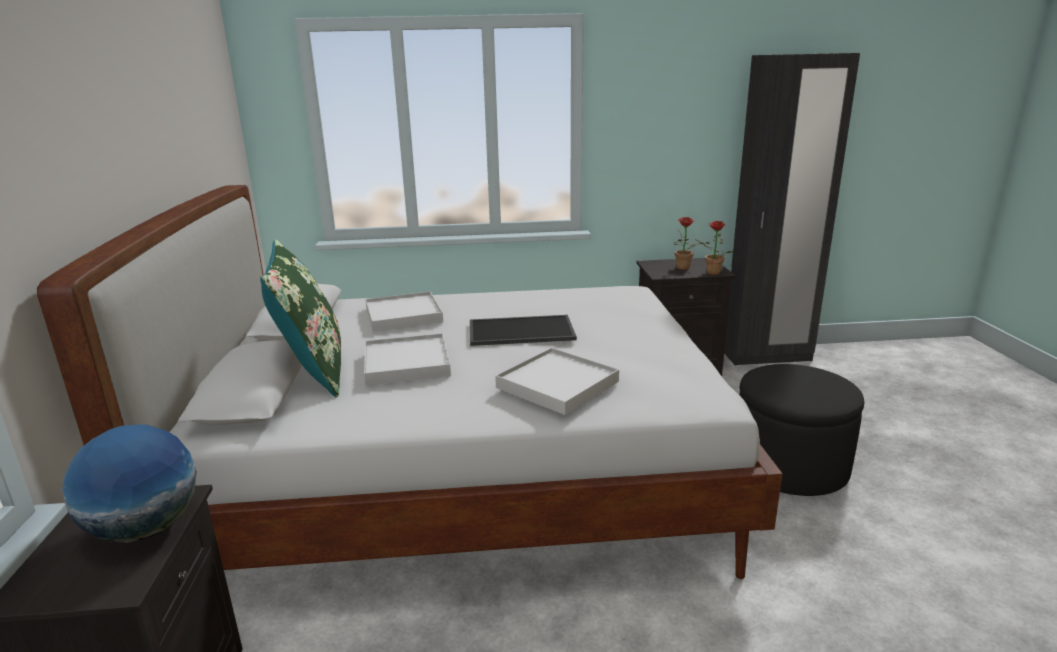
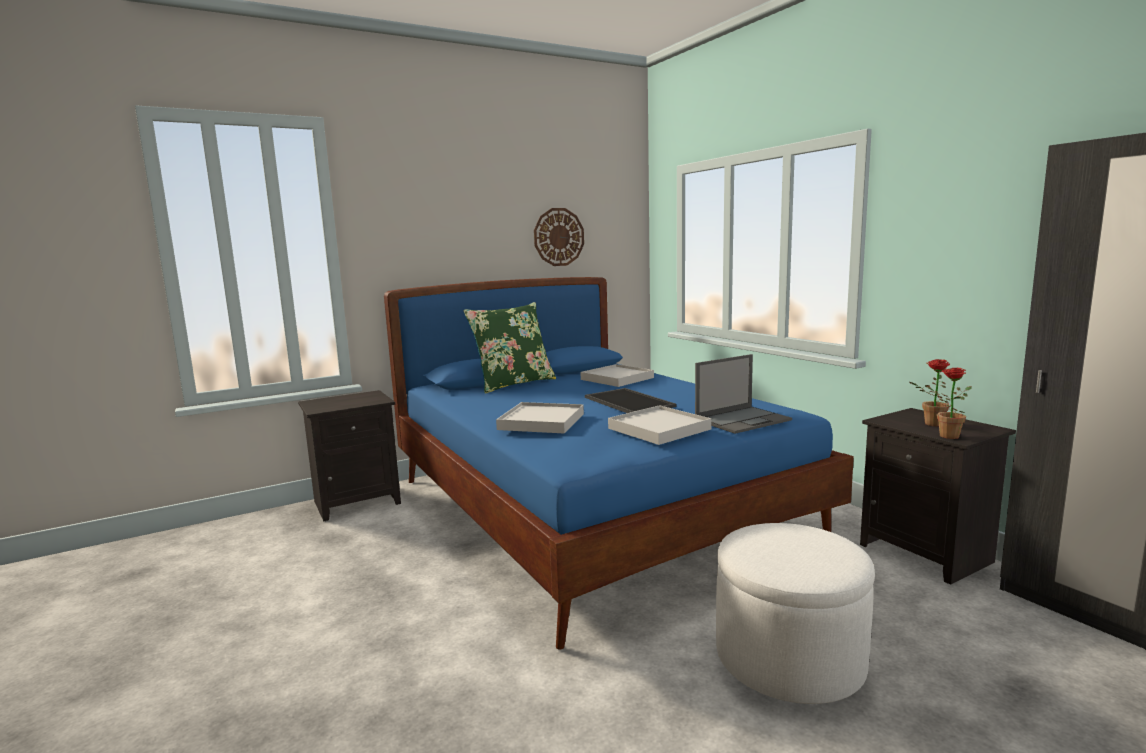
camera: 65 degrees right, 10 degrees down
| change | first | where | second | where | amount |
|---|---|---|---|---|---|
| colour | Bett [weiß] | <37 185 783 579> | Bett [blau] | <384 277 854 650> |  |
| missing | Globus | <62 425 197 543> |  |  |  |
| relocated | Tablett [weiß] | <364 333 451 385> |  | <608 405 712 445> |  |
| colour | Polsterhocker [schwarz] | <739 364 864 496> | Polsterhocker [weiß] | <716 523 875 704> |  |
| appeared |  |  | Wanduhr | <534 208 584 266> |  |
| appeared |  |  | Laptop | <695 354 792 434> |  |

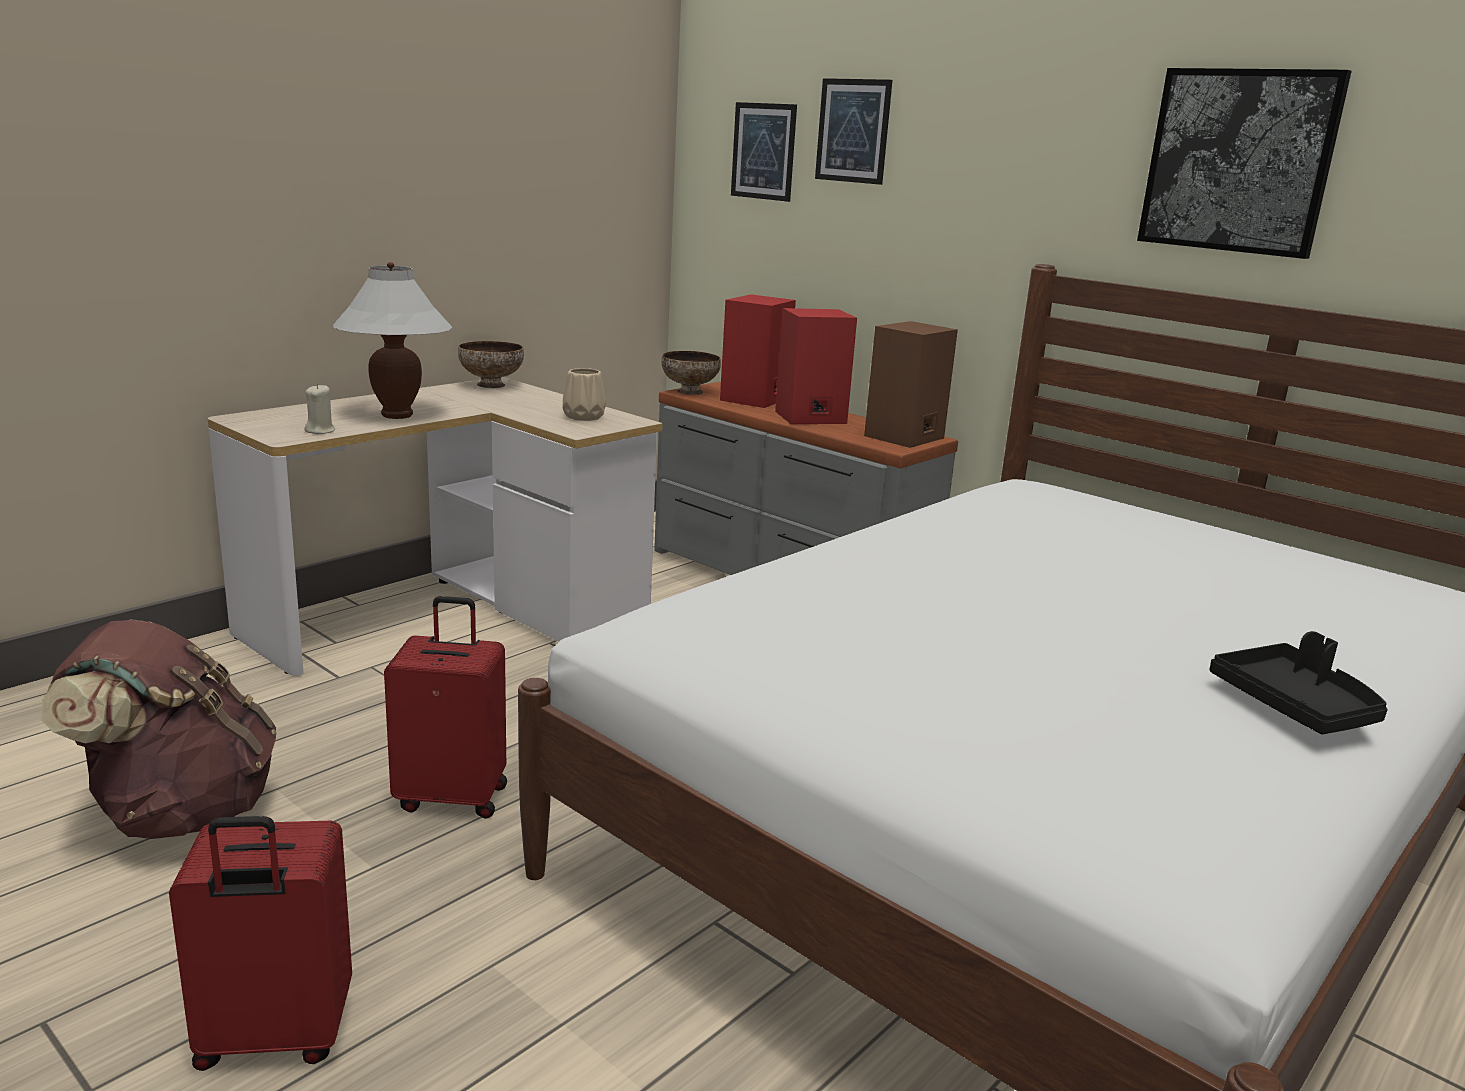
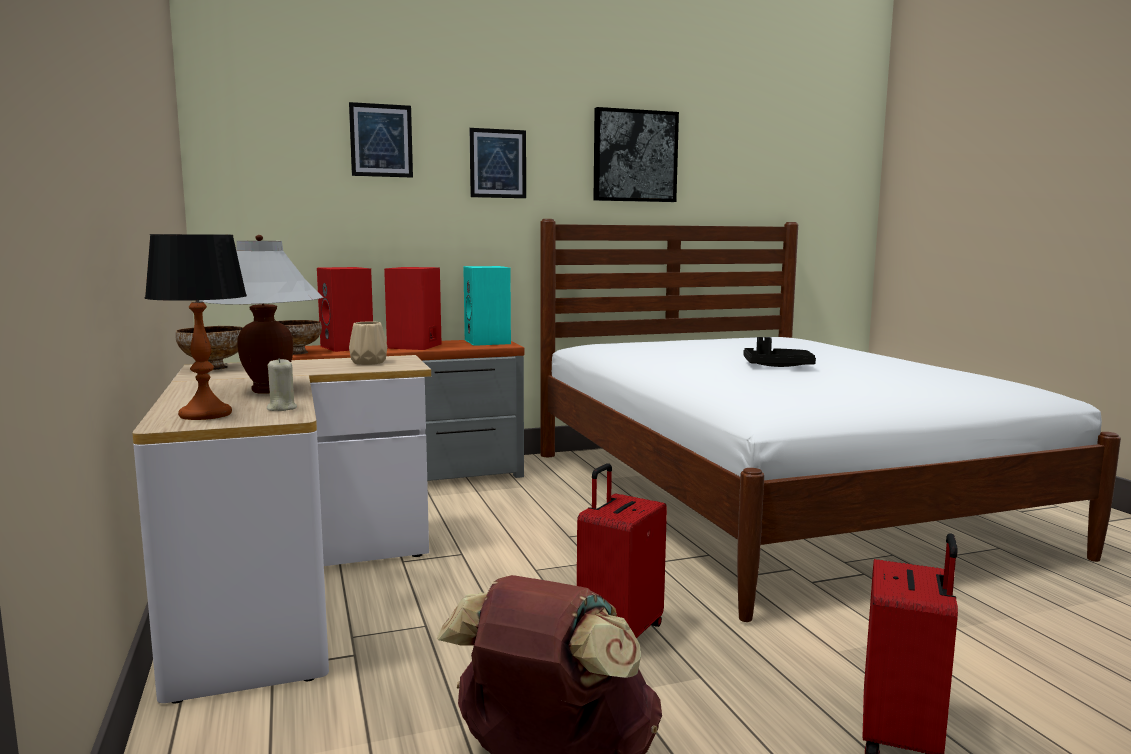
camera: 60 degrees left, 10 degrees down
| change | first | where | second | where | amount |
|---|---|---|---|---|---|
| relocated | Bild | <731 102 797 202> |  | <470 128 526 198> |  |
| colour | Lautsprecher [braun] | <864 321 958 448> | Lautsprecher [türkis] | <463 266 511 346> |  |
| relocated | Tablett [schwarz] | <1210 631 1388 734> |  | <744 337 816 367> |  |
| appeared |  |  | Tischlampe | <145 234 247 420> |  |

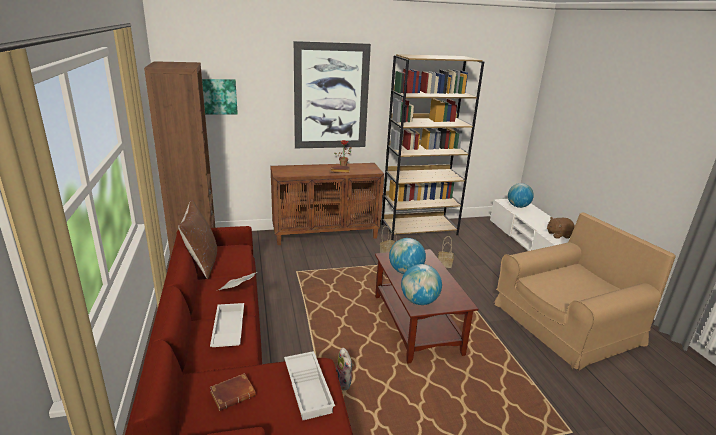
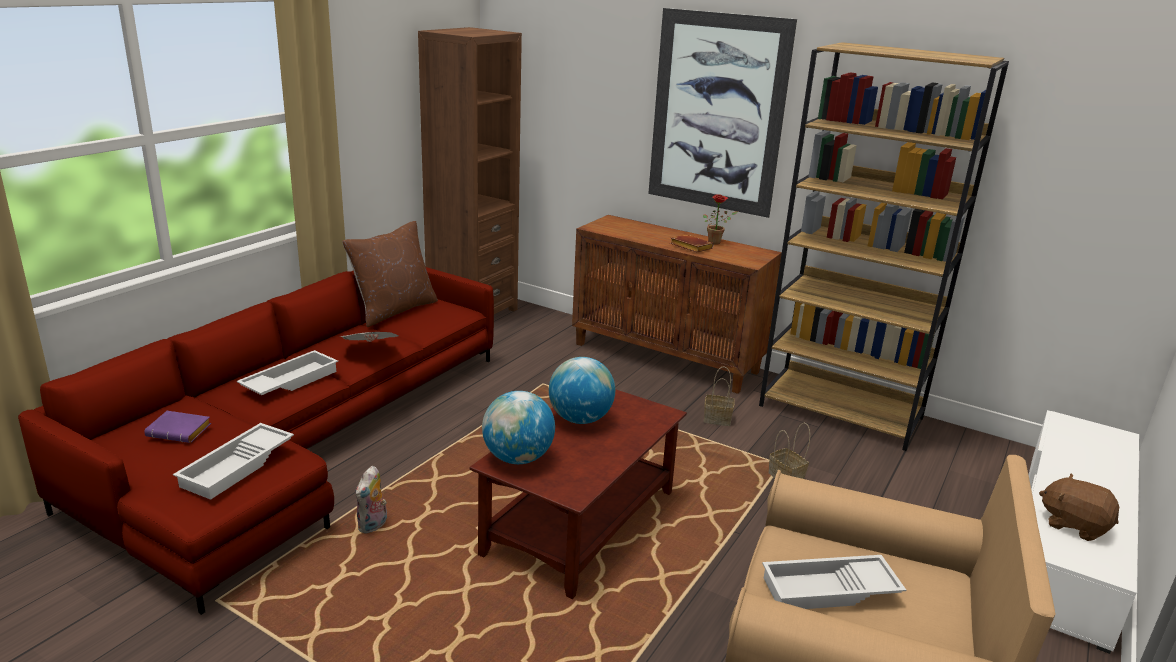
camera: 45 degrees right, 0 degrees up
| change | first | where | second | where | amount |
|---|---|---|---|---|---|
| missing | Bild | <202 79 238 115> |  |  |  |
| colour | Buch [braun] | <210 373 256 411> | Buch [lila] | <144 411 211 443> |  |
| missing | Globus | <508 183 534 208> |  |  |  |
| appeared |  |  | Tablett [weiß] | <762 555 906 609> |  |

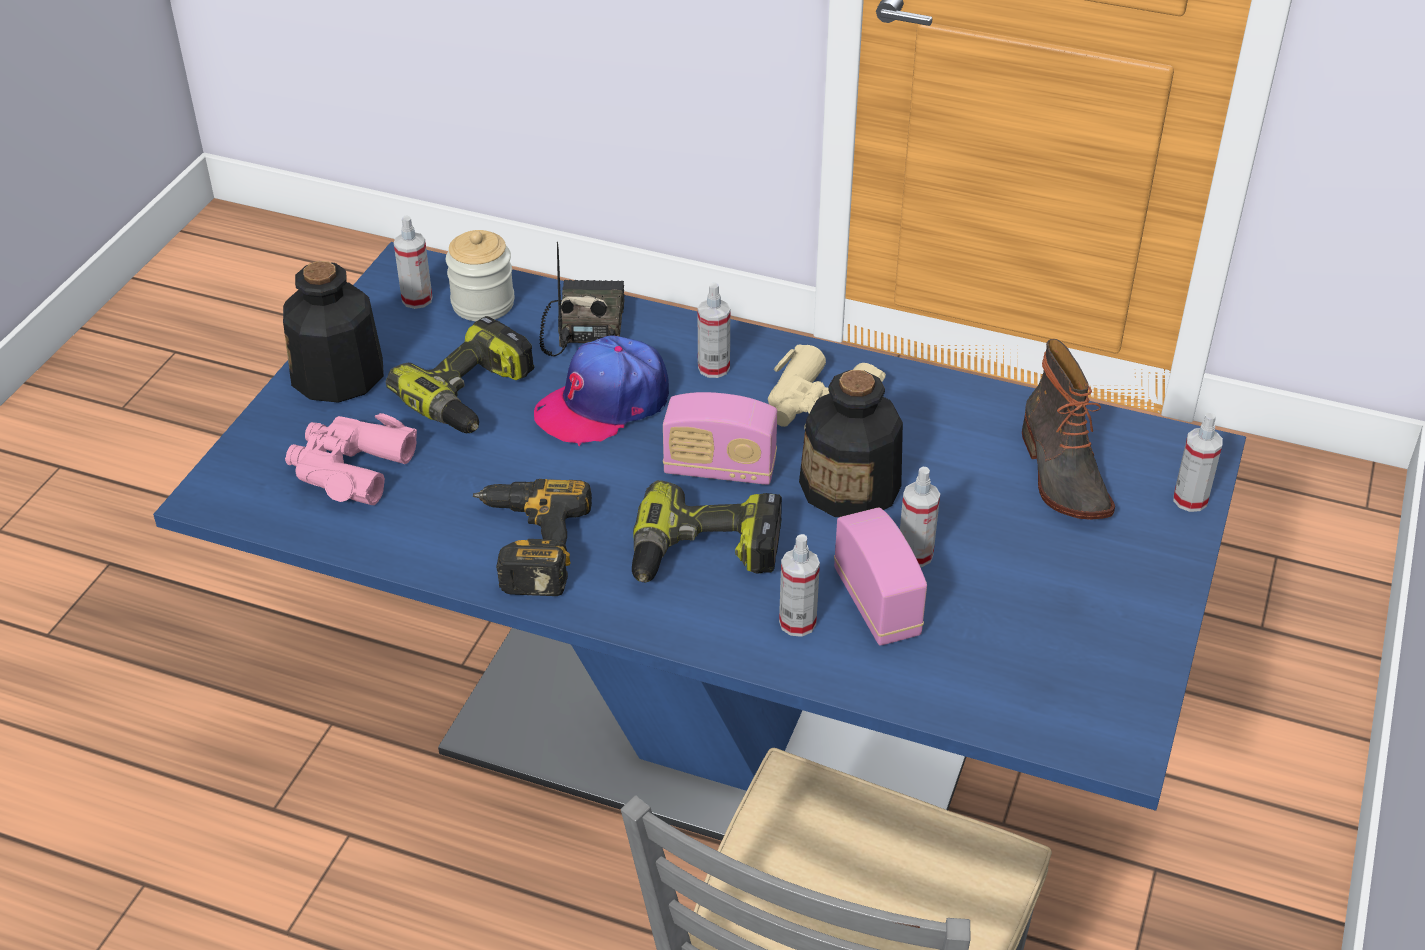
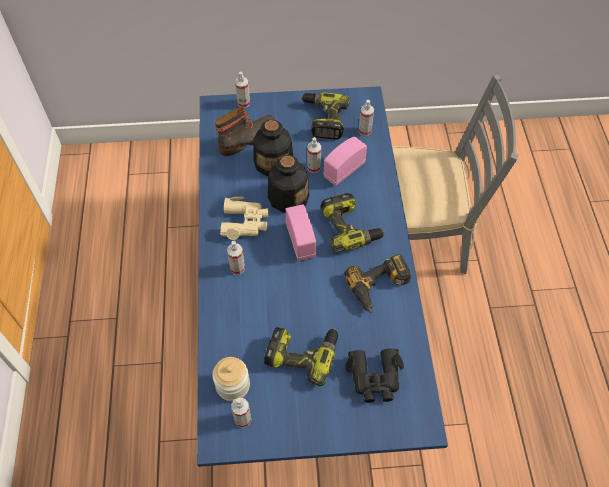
camera: 115 degrees left, 15 degrees up
| change | first | where | second | where | amount |
|---|---|---|---|---|---|
| relocated | Flasche | <283 261 384 403> |  | <253 120 293 176> |  |
| colour | Fernglas [rosa] | <285 413 417 505> | Fernglas [schwarz] | <346 348 404 403> |  |
| missing | Kappe | <534 335 669 446> |  |  |  |
| missing | Radio | <539 242 625 357> |  |  |  |
| relocated | Sprühflasche | <779 534 820 637> |  | <358 100 374 136> |  |
| appeared |  |  | Bohrmaschine | <301 92 350 139> |  |

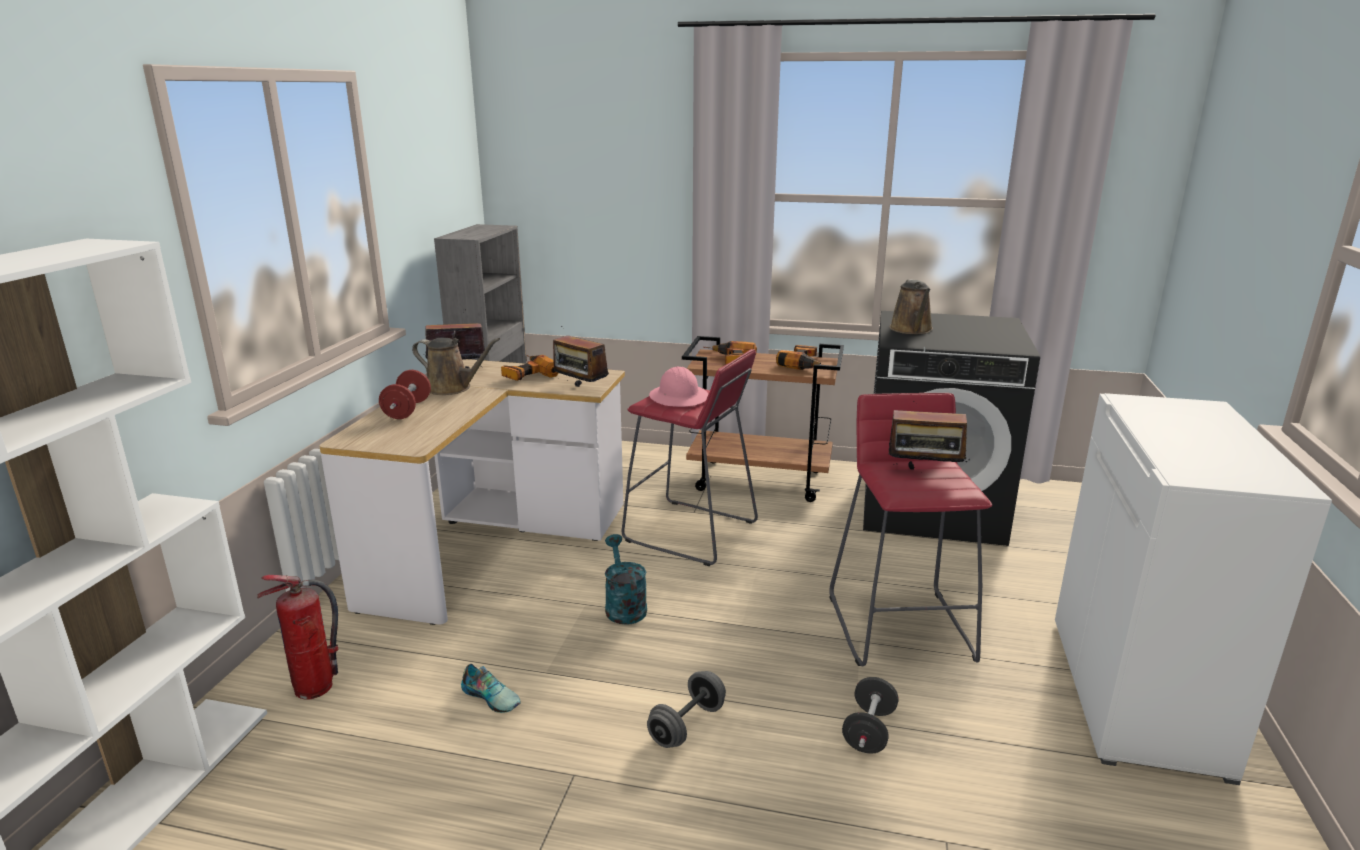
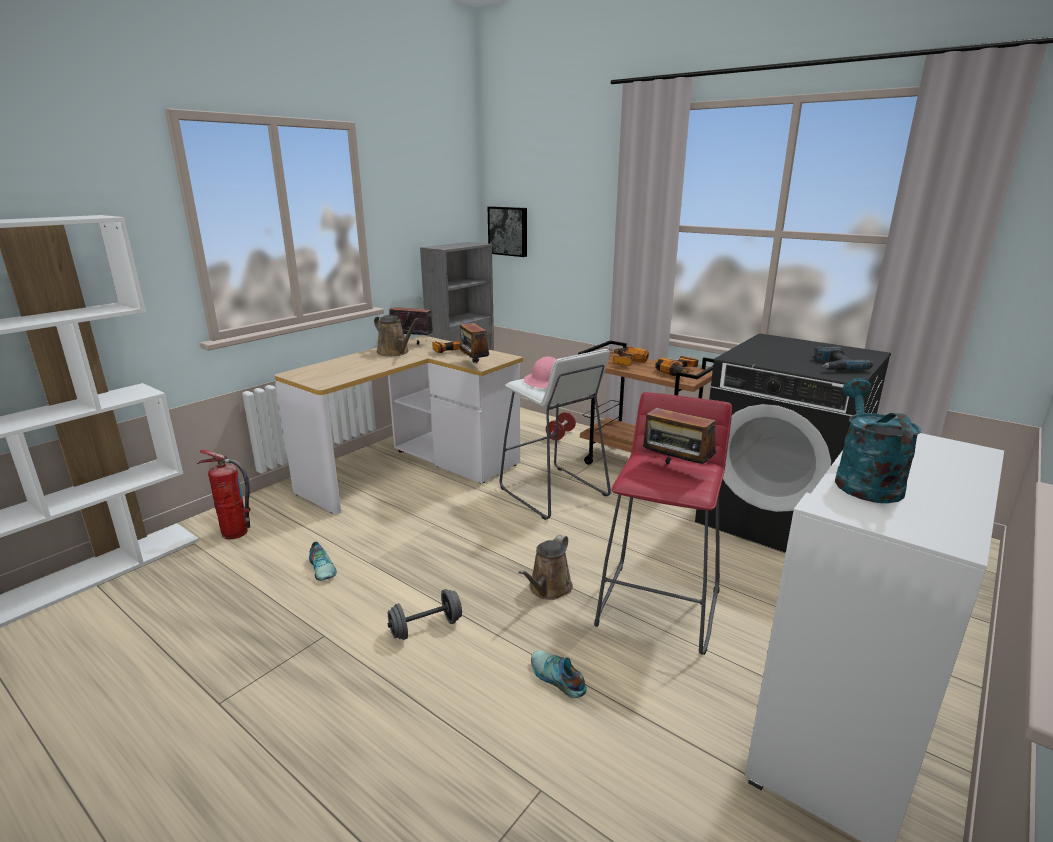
camera: 25 degrees right, 0 degrees up
| change | first | where | second | where | amount |
|---|---|---|---|---|---|
| relocated | Hantel [rot] | <379 370 431 419> |  | <546 412 576 440> |  |
| relocated | Gießkanne [türkis] | <605 534 647 625> |  | <835 378 921 503> |  |
| colour | Hocker [rot] | <622 349 758 566> | Hocker [weiß] | <500 349 611 520> |  |
| exchanged | Hantel [schwarz] | <842 677 898 754> | Schuh | <531 650 587 698> |  |
| relocated | Gießkanne [braun] | <890 279 933 334> |  | <519 535 573 600> |  |
| appeared |  |  | Bild | <488 206 527 257> |  |
| appeared |  |  | Bohrmaschine | <813 346 873 371> |  |

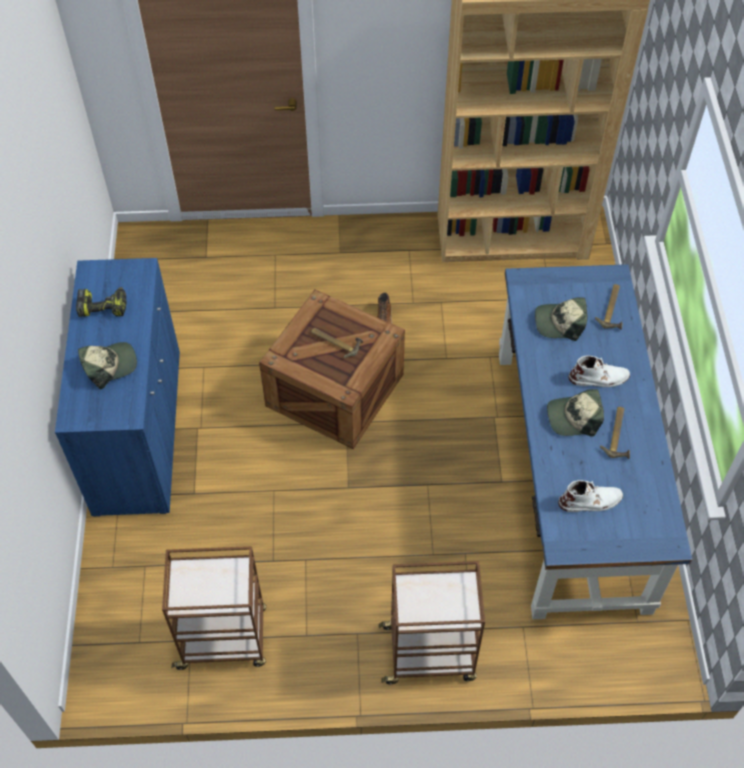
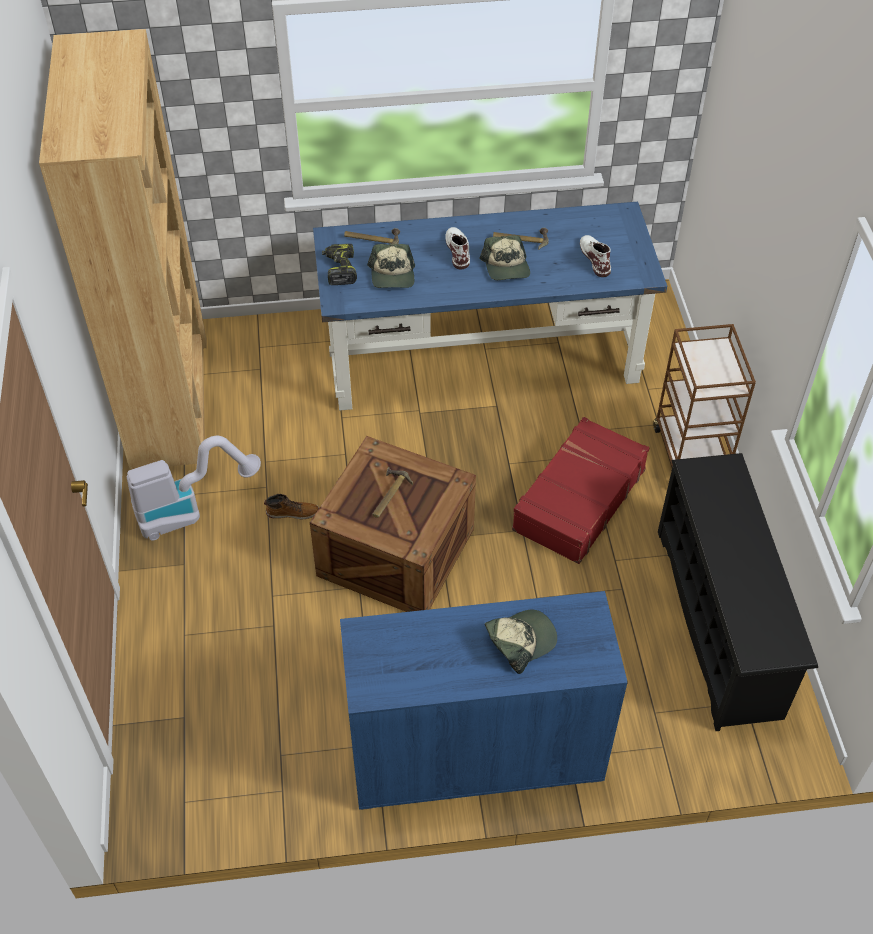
camera: 95 degrees left, 5 degrees down
| change | first | where | second | where | amount |
|---|---|---|---|---|---|
| relocated | Bohrmaschine | <76 287 127 317> |  | <322 244 357 285> |  |
| spun | Kappe | <78 342 137 390> |  | <485 610 557 674> | 90 degrees clockwise |
| exchanged | Rollwagen [braun] | <162 546 266 670> | Schuhregal [schwarz] | <658 453 818 731> |  |
| appeared |  |  | Staubsauger | <127 436 261 540> |  |
| appeared |  |  | Koffer [rot] | <512 417 649 564> |  |

